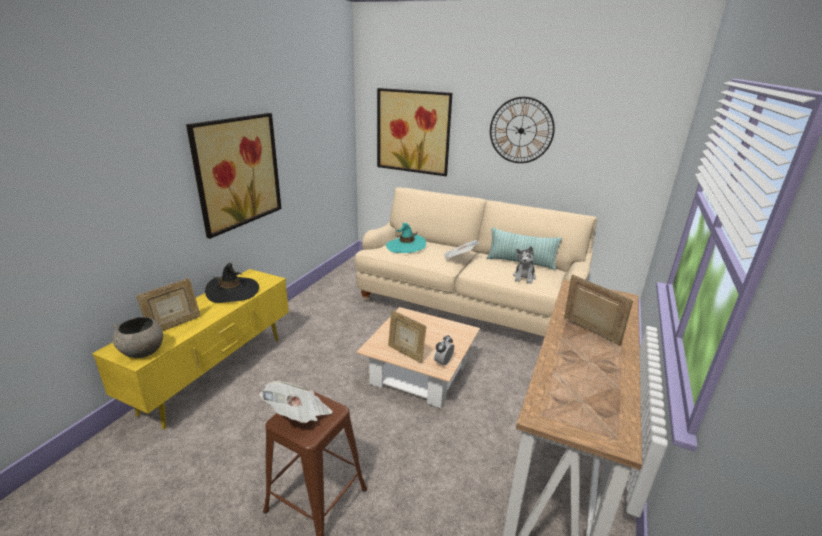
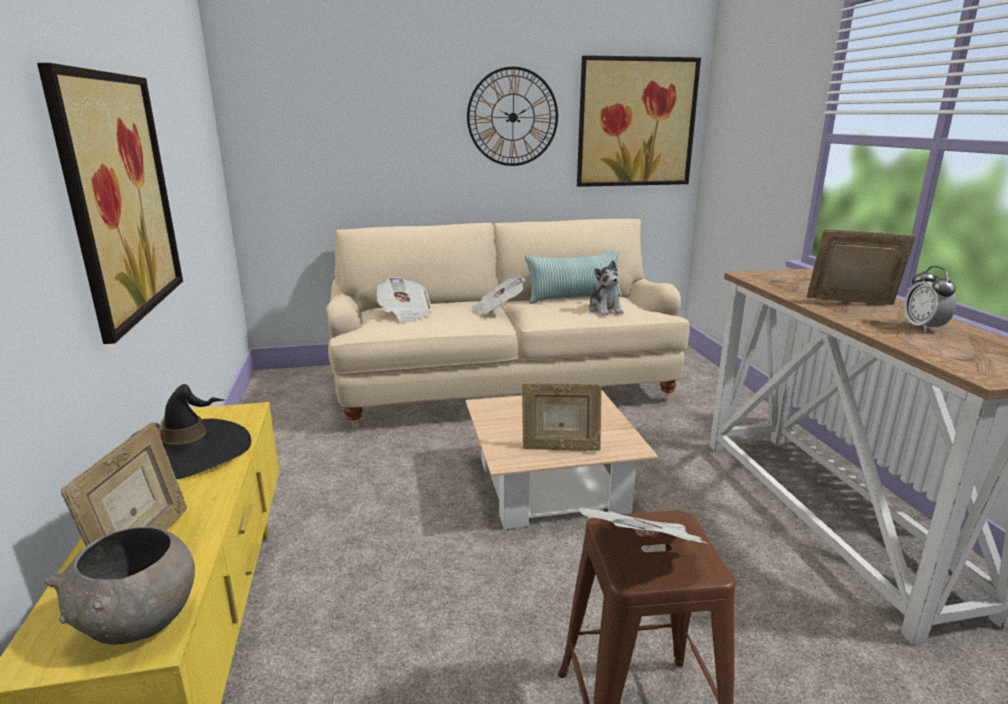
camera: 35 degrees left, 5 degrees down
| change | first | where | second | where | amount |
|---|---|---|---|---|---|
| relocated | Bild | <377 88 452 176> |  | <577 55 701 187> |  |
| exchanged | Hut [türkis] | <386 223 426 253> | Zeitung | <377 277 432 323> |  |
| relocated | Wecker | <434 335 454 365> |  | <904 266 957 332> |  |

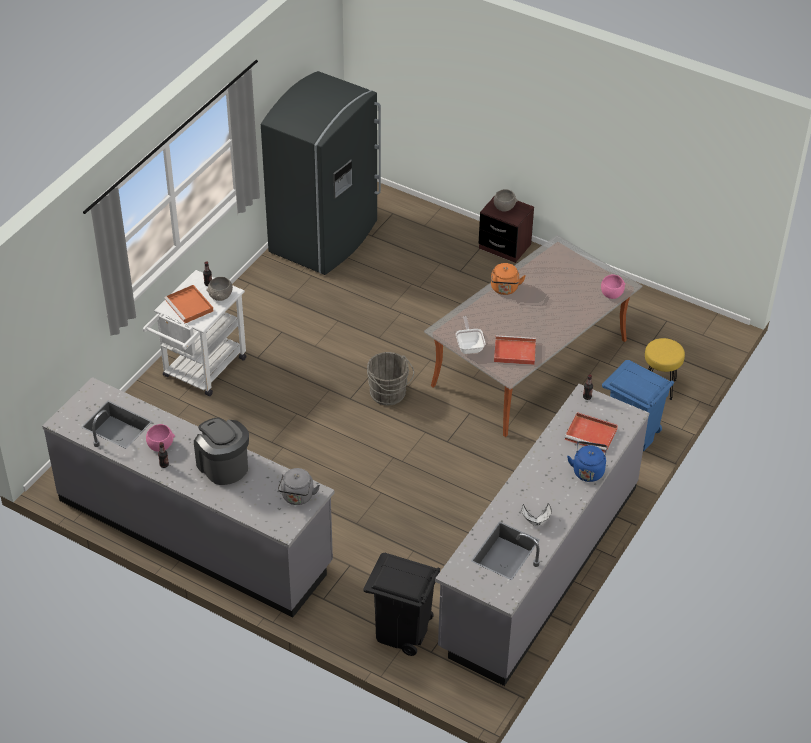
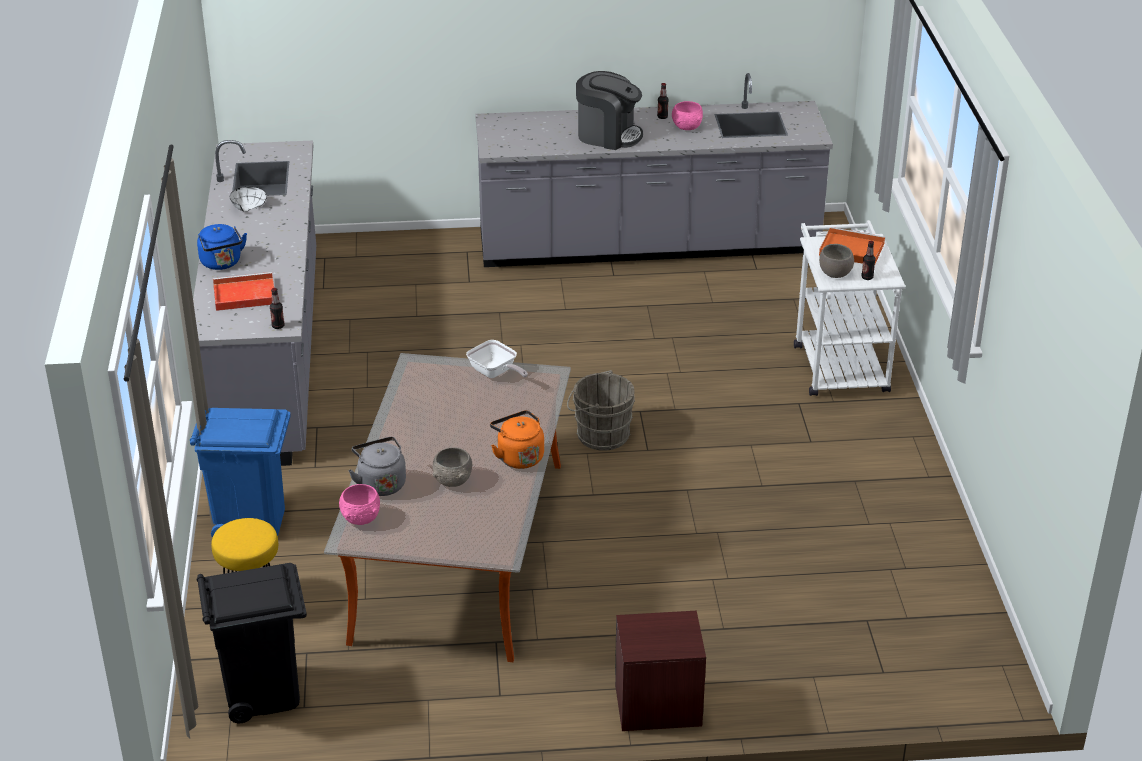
camera: 145 degrees right, 10 degrees down
| change | first | where | second | where | amount |
|---|---|---|---|---|---|
| missing | Kühlschrank [grau] | <261 71 381 275> |  |  |  |
| relocated | Wasserkessel [grau] | <278 468 320 505> |  | <348 437 406 496> |  |
| relocated | Mülleimer [schwarz] | <364 553 440 656> |  | <197 563 307 723> |  |
| relocated | Schüssel [grau] | <494 189 517 212> |  | <433 447 472 487> |  |
| missing | Tablett [rot] | <494 335 536 365> |  |  |  |

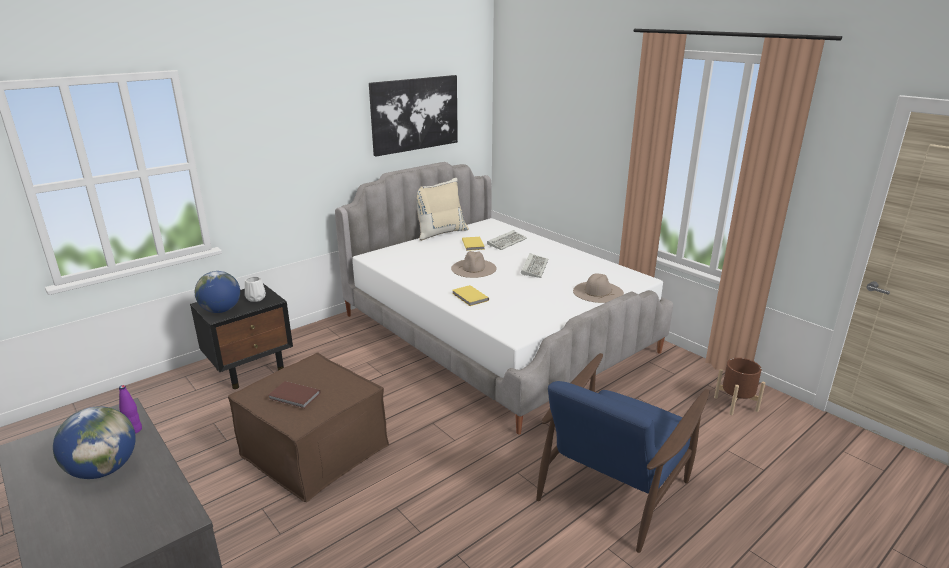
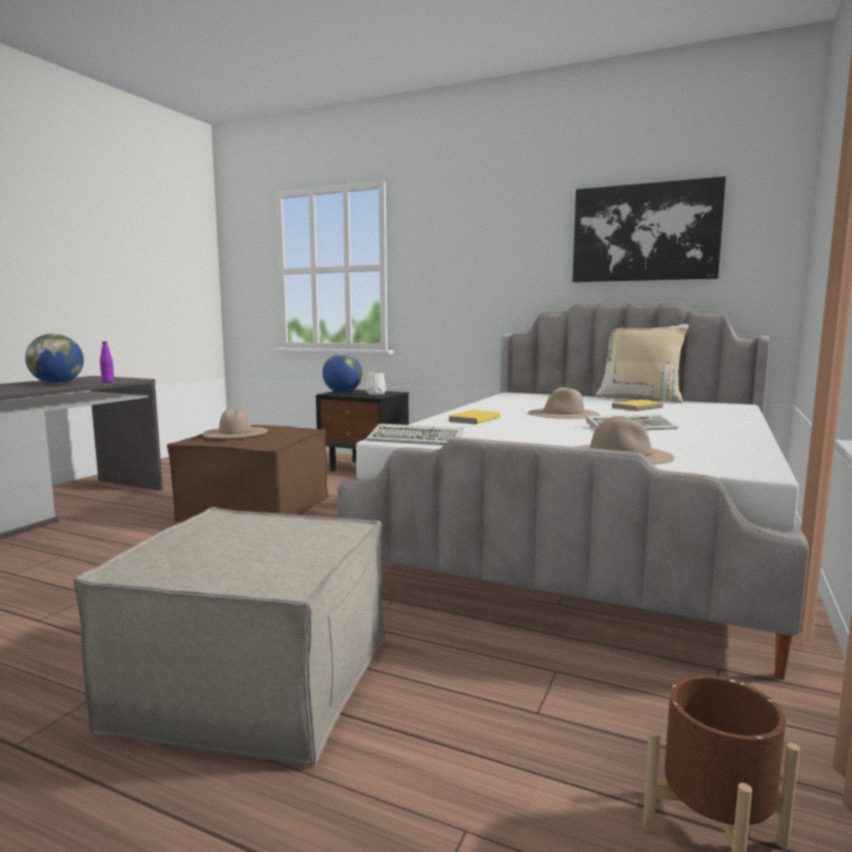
camera: 65 degrees right, 15 degrees down
| change | first | where | second | where | amount |
|---|---|---|---|---|---|
| exchanged | Buch [braun] | <269 381 321 409> | Hut [beige] | <203 409 268 438> |  |
| relocated | Tastatur | <487 230 527 250> |  | <366 424 464 445> |  |
| exchanged | Sessel [blau] | <536 353 709 553> | Polsterhocker [beige] | <73 507 385 766> |  |

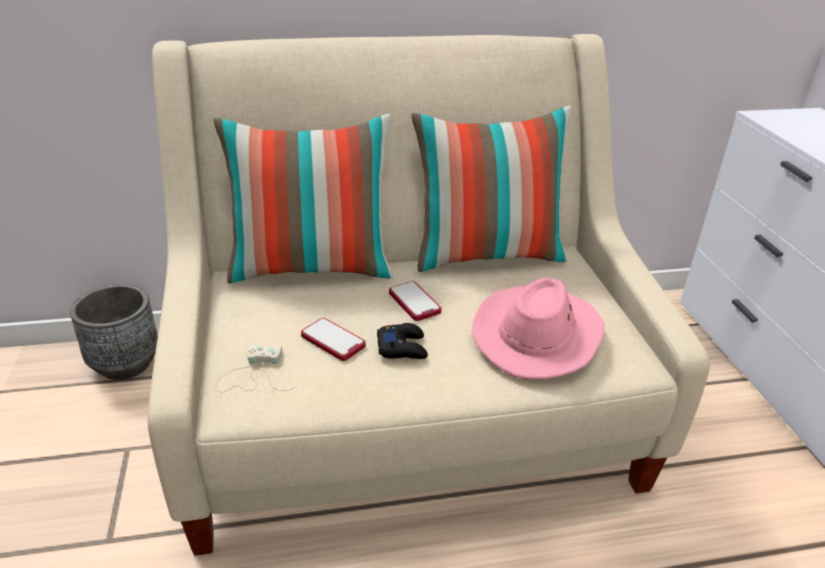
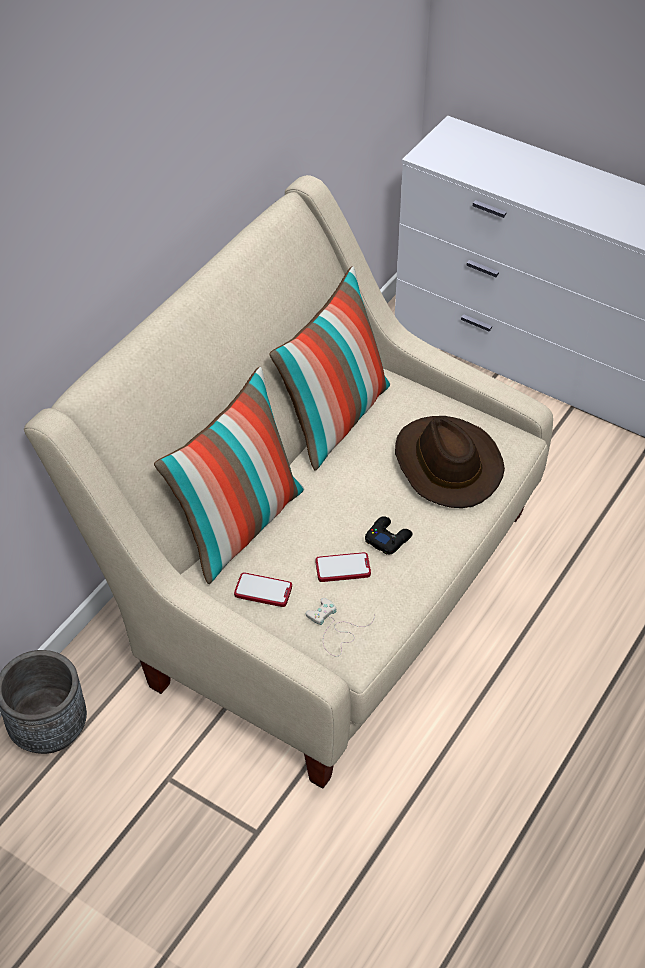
camera: 45 degrees left, 15 degrees up
| change | first | where | second | where | amount |
|---|---|---|---|---|---|
| relocated | Handy | <389 281 441 321> |  | <234 572 292 607> |  |
| colour | Hut [rosa] | <472 278 604 379> | Hut [braun] | <395 416 505 508> |  |

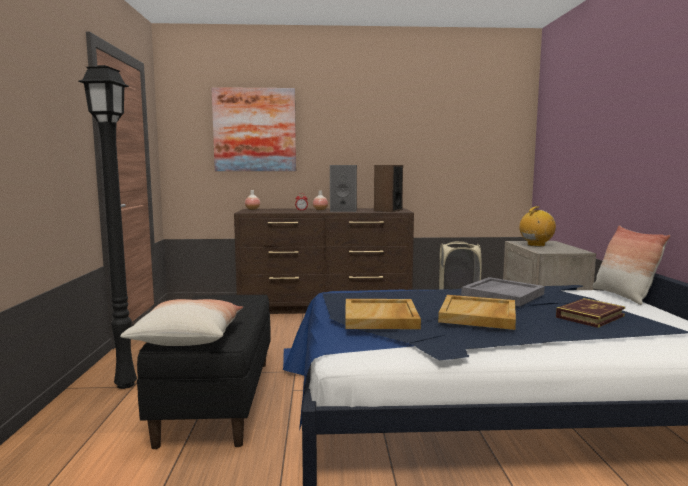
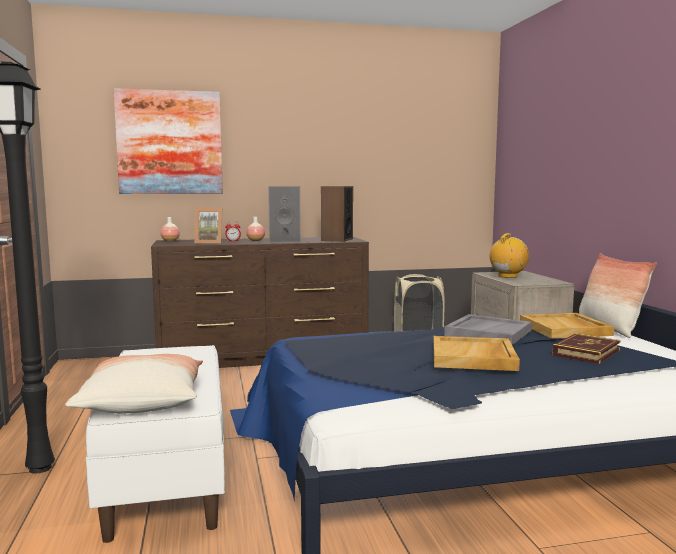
camera: 10 degrees left, 0 degrees up
| change | first | where | second | where | amount |
|---|---|---|---|---|---|
| colour | Bank [schwarz] | <137 295 271 449> | Bank [weiß] | <85 345 225 543> |  |
| relocated | Tablett [beige] | <345 299 421 329> |  | <520 313 614 339> |  |
| appeared |  |  | Bilderrahmen | <195 208 222 244> |  |

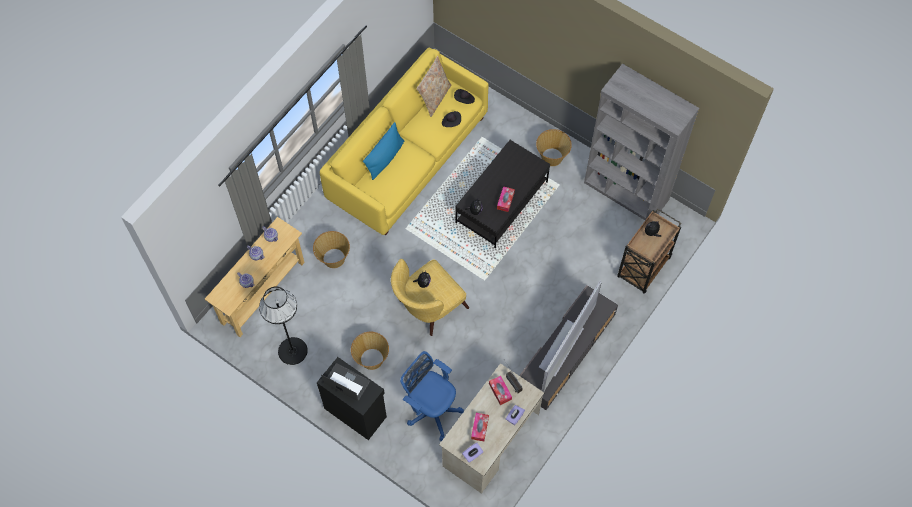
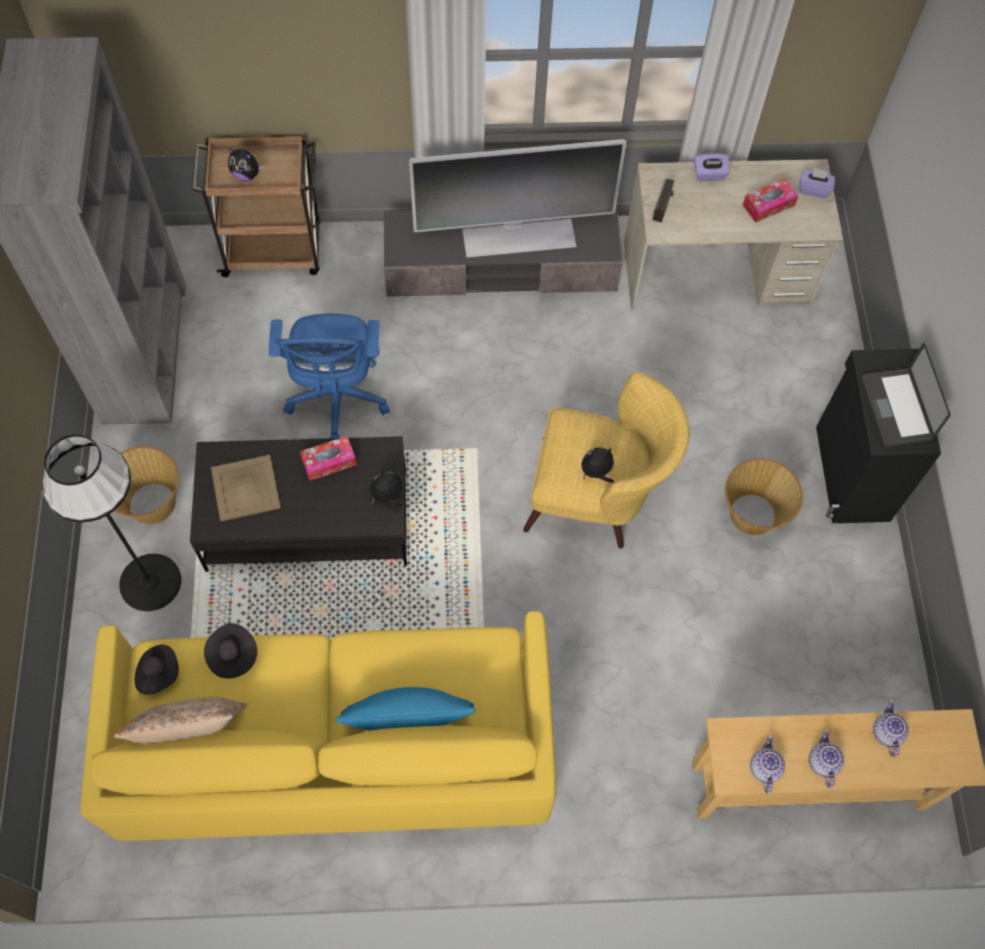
camera: 130 degrees left, 0 degrees up
| change | first | where | second | where | amount |
|---|---|---|---|---|---|
| relocated | Stehlampe [schwarz] | <259 286 308 365> |  | <42 434 181 611> |  |
| missing | Korb | <313 231 350 268> |  |  |  |
| relocated | Bürostuhl [blau] | <400 351 464 441> |  | <269 313 390 438> |  |
| missing | Taschentuchbox | <489 376 512 405> |  |  |  |
| appeared |  |  | Tablett [beige] | <211 455 281 521> |  |

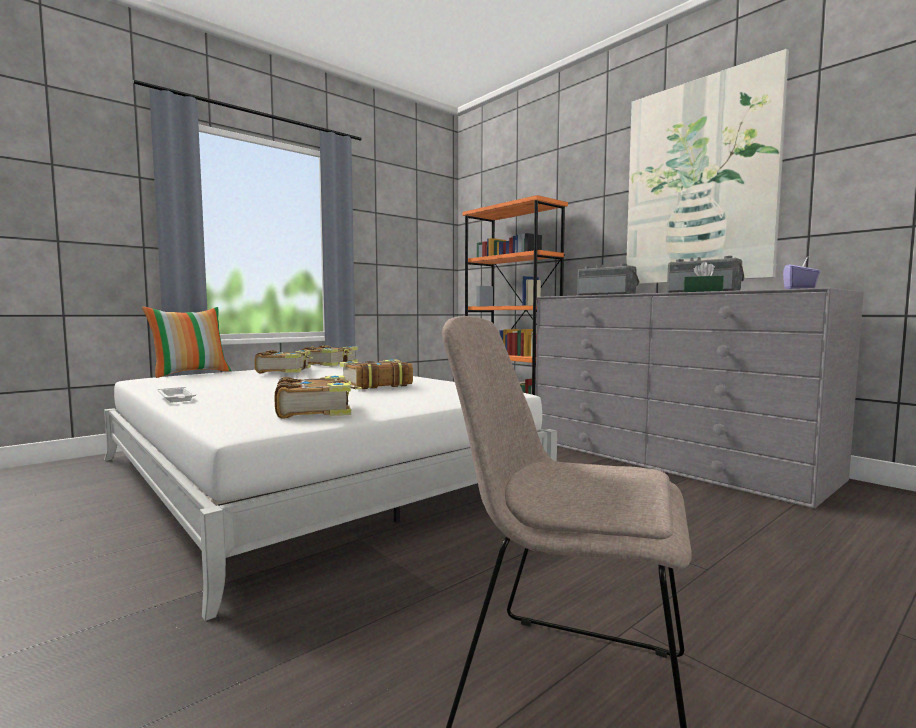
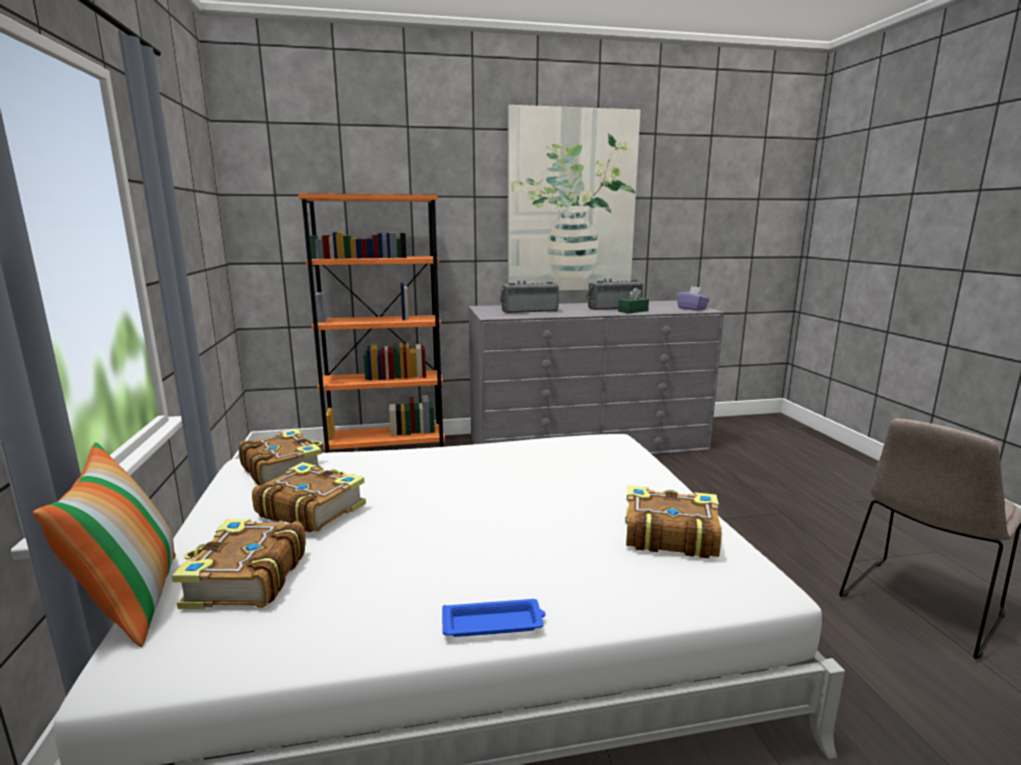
camera: 60 degrees left, 10 degrees up
| change | first | where | second | where | amount |
|---|---|---|---|---|---|
| colour | Tablett [weiß] | <158 387 196 403> | Tablett [blau] | <442 599 546 637> |  |
| relocated | Buch | <340 359 413 389> |  | <172 519 306 610> |  |

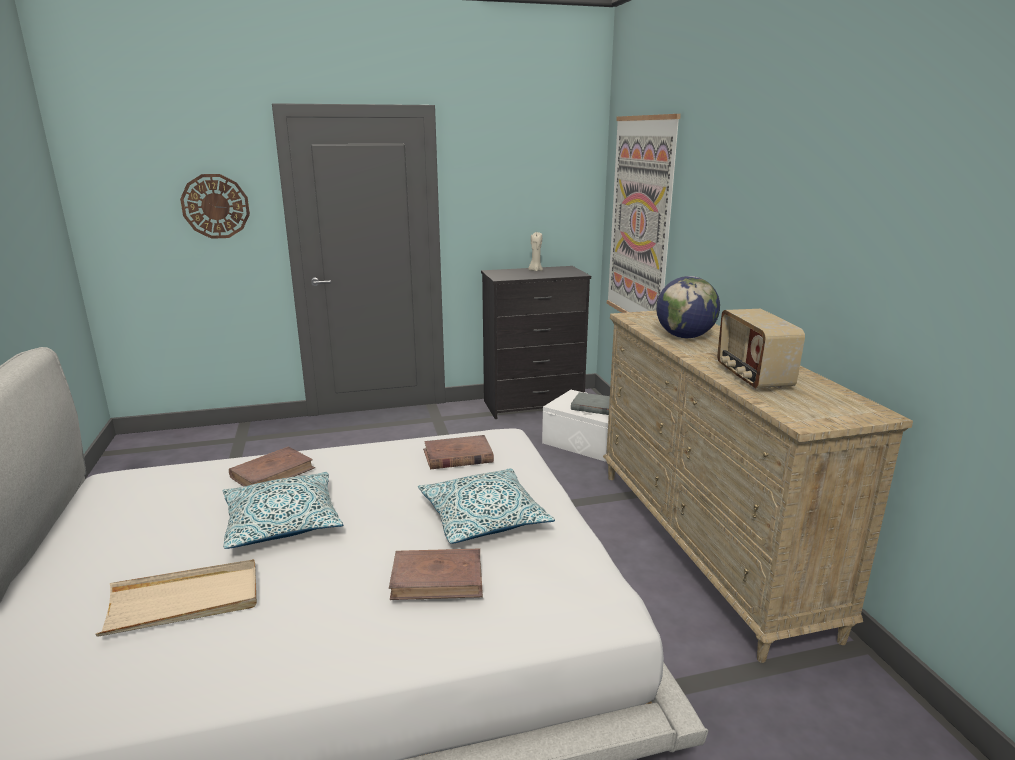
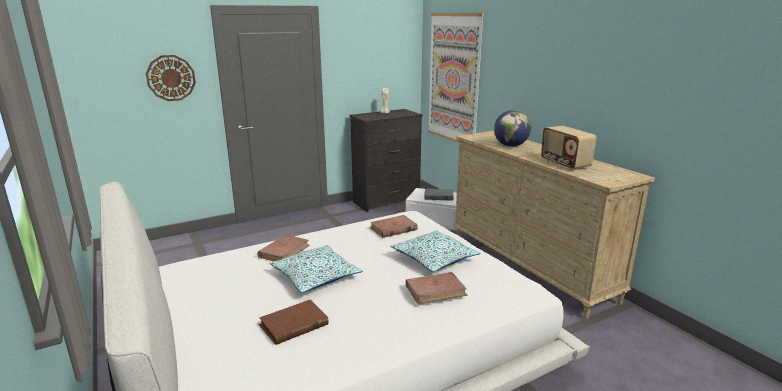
camera: 15 degrees left, 0 degrees up
| change | first | where | second | where | amount |
|---|---|---|---|---|---|
| exchanged | Tablett [beige] | <95 559 257 637> | Buch [braun] | <259 300 329 345> |  |

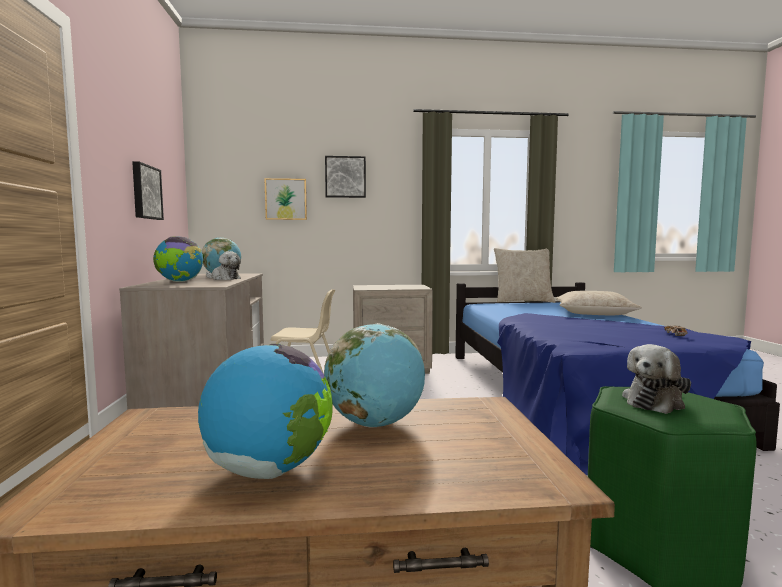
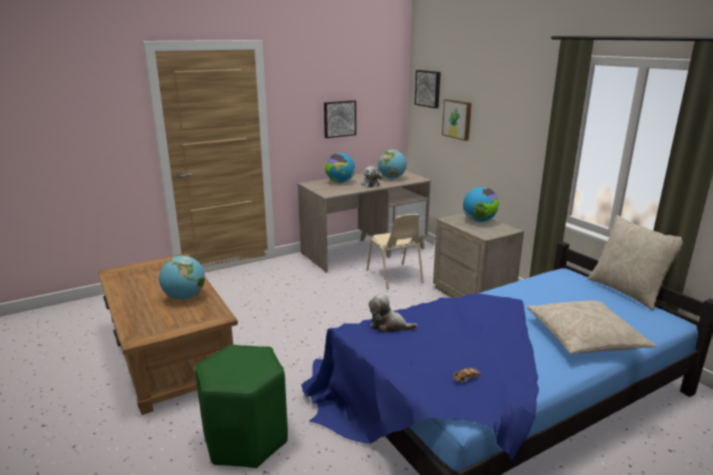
camera: 65 degrees right, 15 degrees up
| change | first | where | second | where | amount |
|---|---|---|---|---|---|
| relocated | Globus | <198 344 333 479> |  | <463 187 499 222> |  |
| relocated | Bild | <325 156 366 198> |  | <415 70 441 108> |  |
| relocated | Plüschtier | <622 344 691 414> |  | <369 293 417 333> |  |

